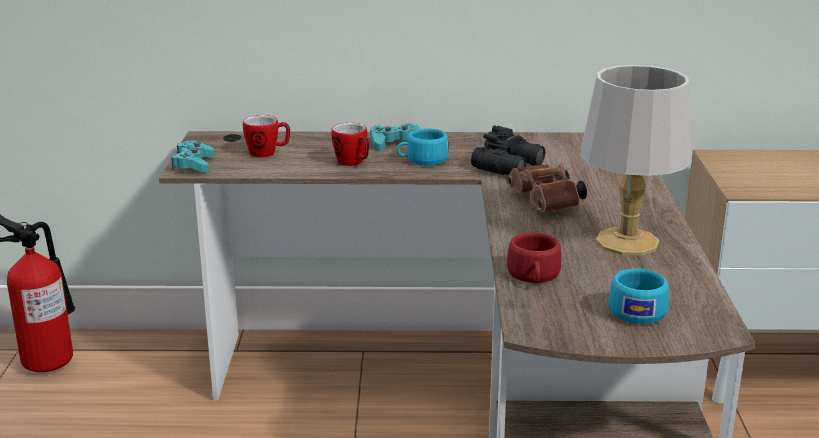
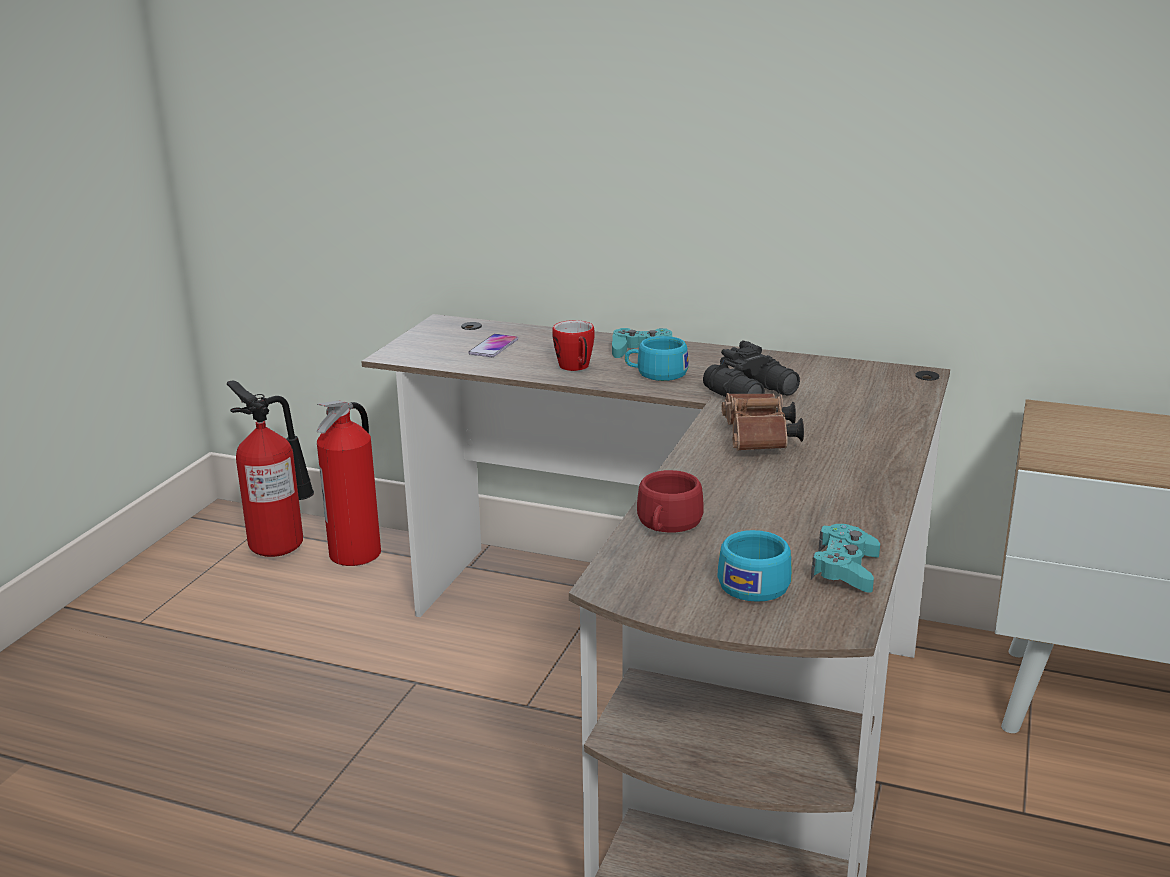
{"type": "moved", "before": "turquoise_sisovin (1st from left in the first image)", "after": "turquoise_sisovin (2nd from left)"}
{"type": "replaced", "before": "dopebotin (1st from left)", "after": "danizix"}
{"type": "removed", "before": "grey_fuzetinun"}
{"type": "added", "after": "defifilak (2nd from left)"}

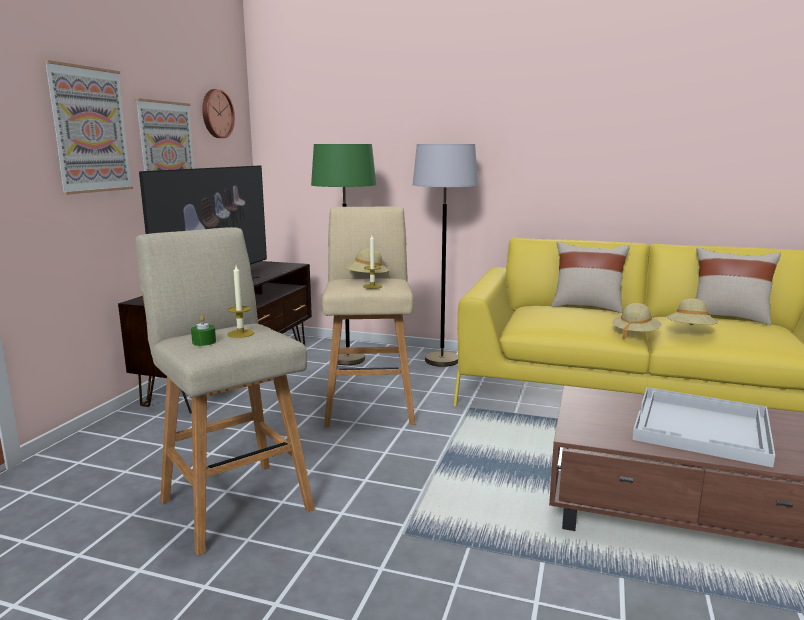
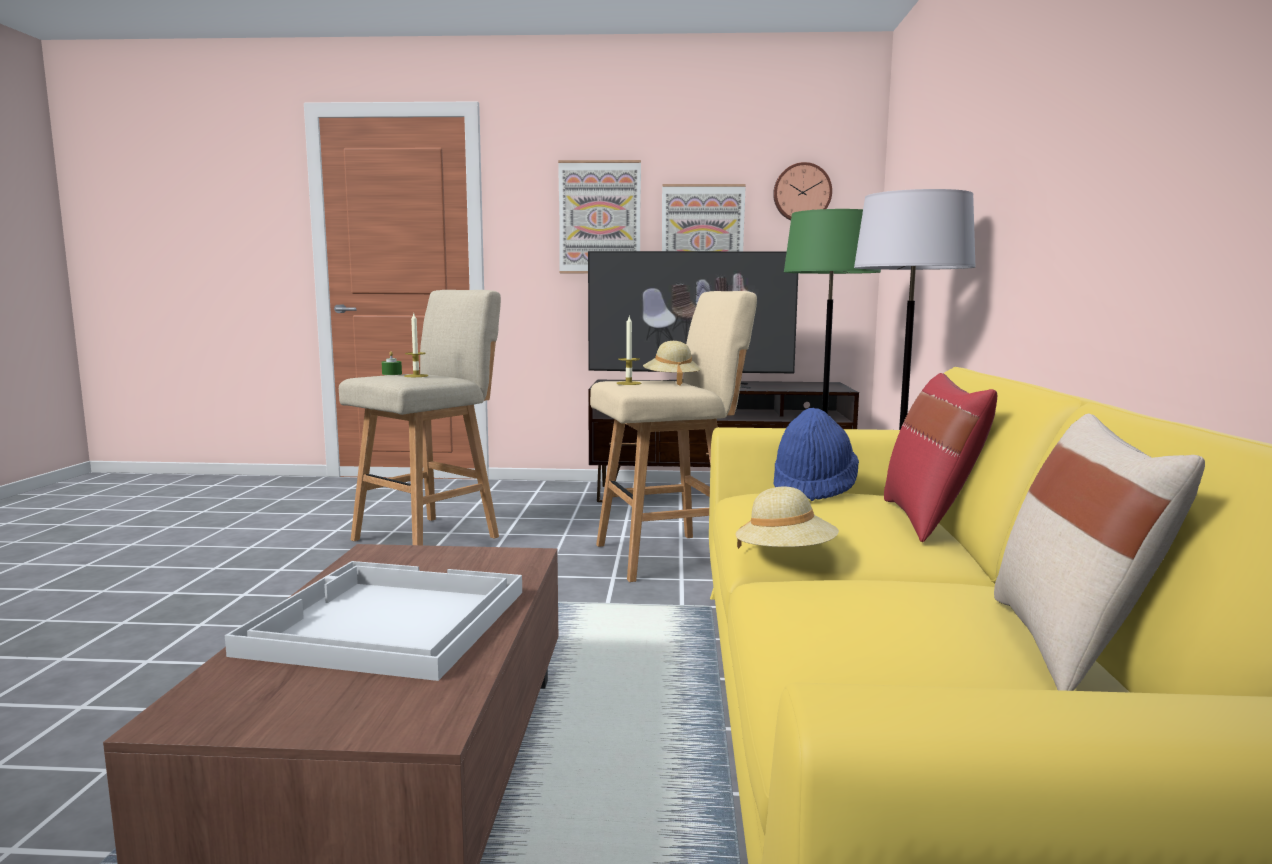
{"type": "recoloured", "before": "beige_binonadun (1st from left)", "after": "red_binonadun"}
{"type": "removed", "before": "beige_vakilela (3rd from left)"}
{"type": "added", "after": "blue_vakilela"}

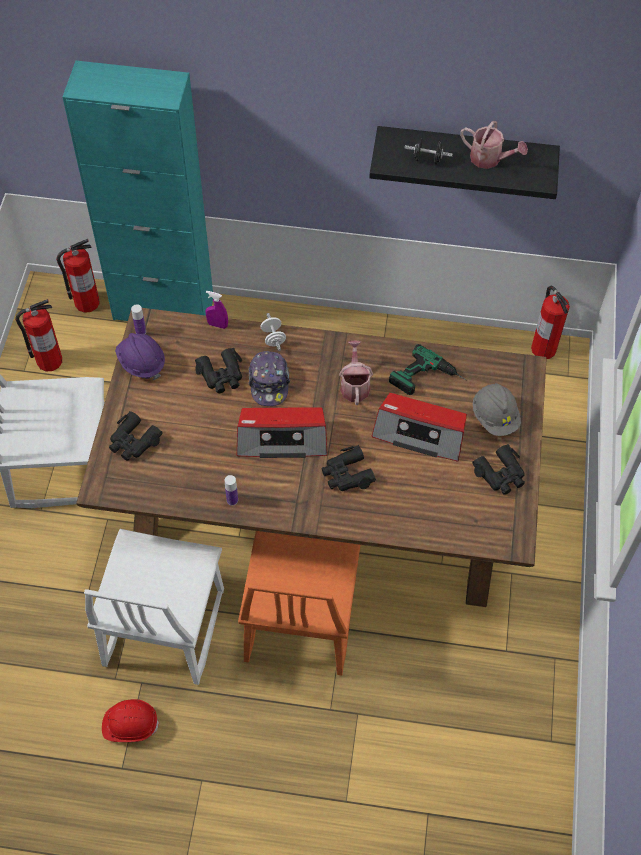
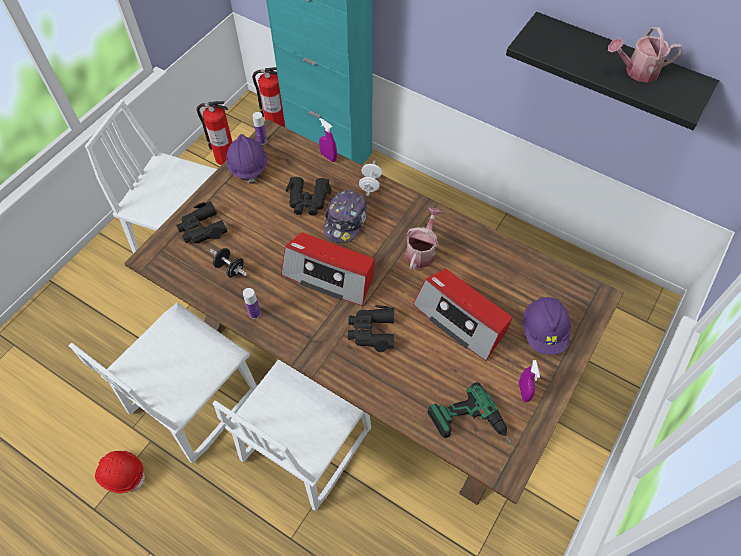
{"type": "recoloured", "before": "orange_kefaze", "after": "white_kefaze (3rd from left)"}
{"type": "moved", "before": "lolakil"}
{"type": "moved", "before": "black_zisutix"}
{"type": "turned", "before": "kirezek (2nd from left)", "turn": 120}
{"type": "replaced", "before": "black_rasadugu (4th from left)", "after": "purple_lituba (2nd from left)"}
{"type": "recoloured", "before": "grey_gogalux", "after": "purple_gogalux (2nd from left)"}
{"type": "removed", "before": "defifilak (3rd from left)"}

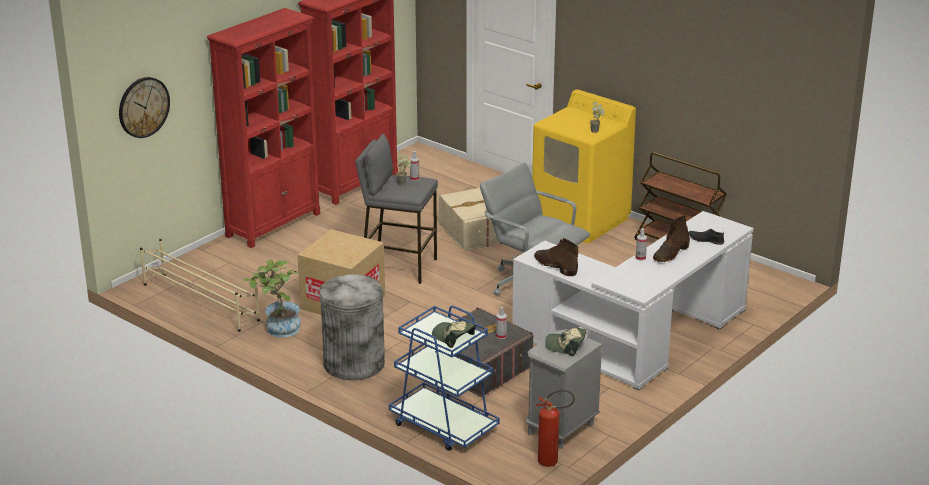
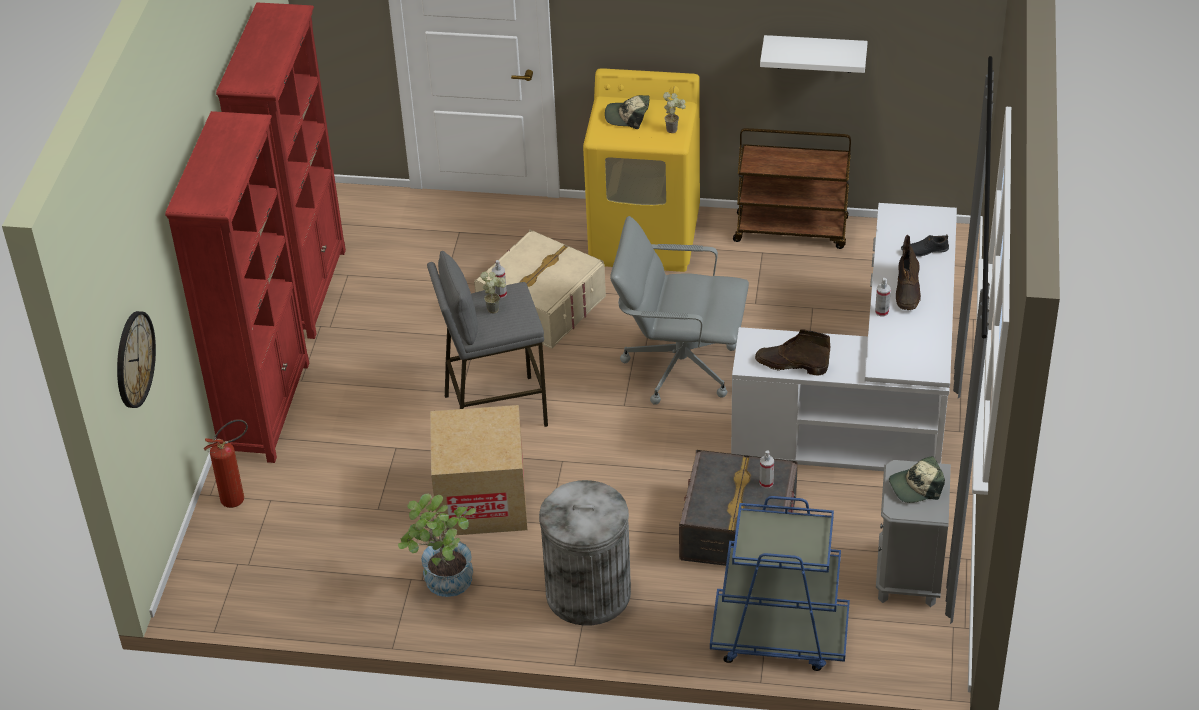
{"type": "removed", "before": "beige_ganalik"}
{"type": "moved", "before": "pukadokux (1st from left)"}
{"type": "moved", "before": "defifilak"}
{"type": "added", "after": "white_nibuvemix"}

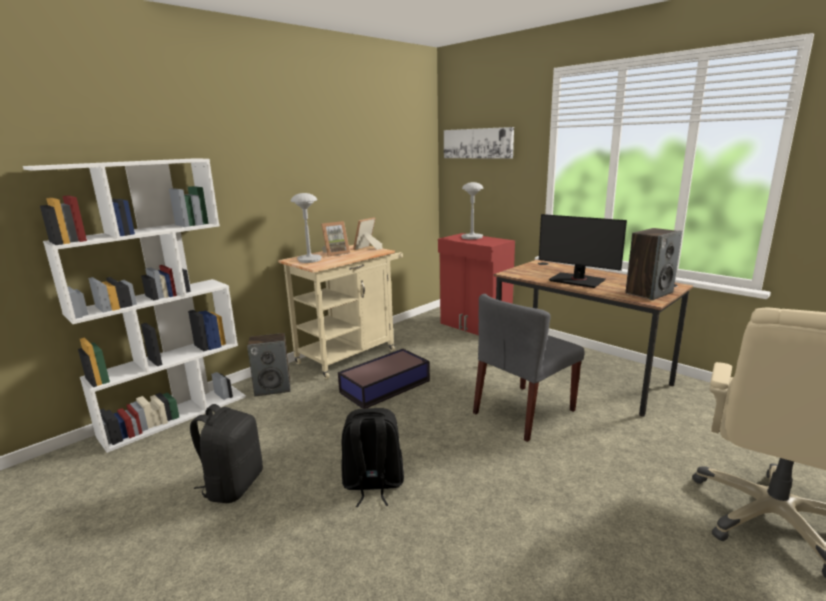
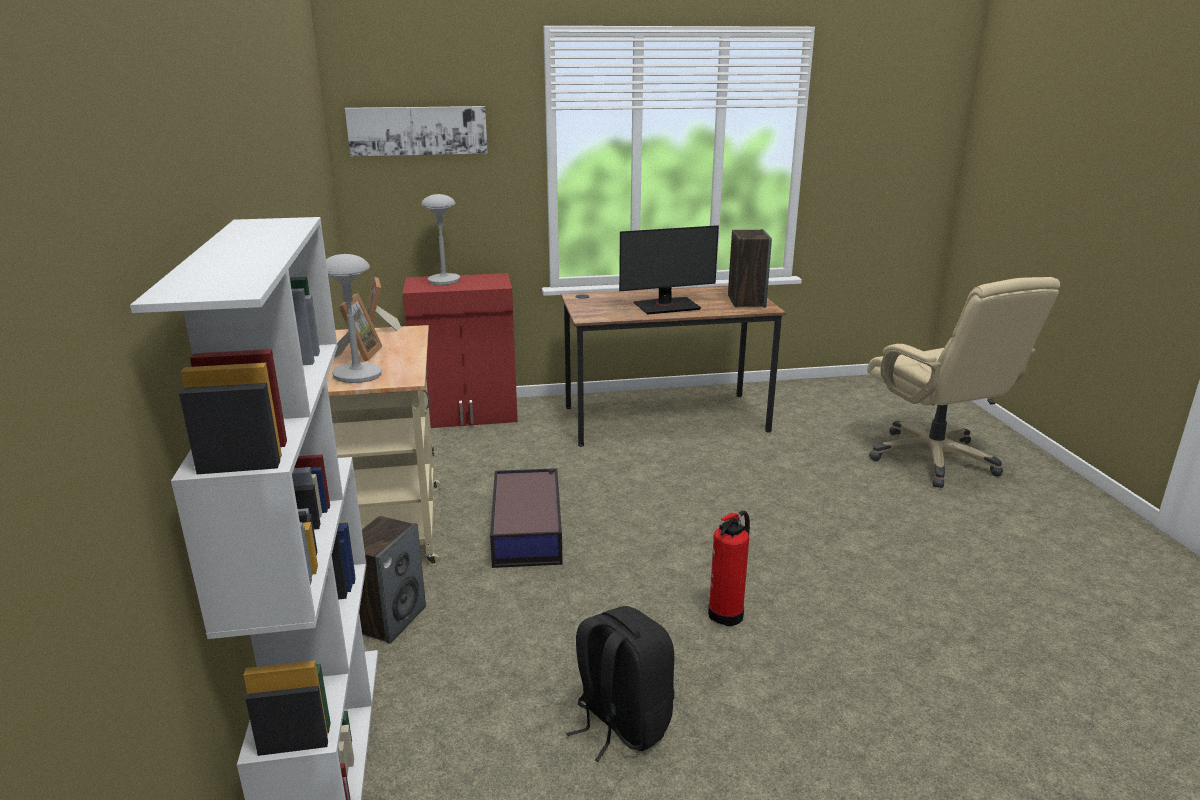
{"type": "replaced", "before": "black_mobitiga (2nd from left)", "after": "defifilak"}
{"type": "removed", "before": "grey_kefaze"}

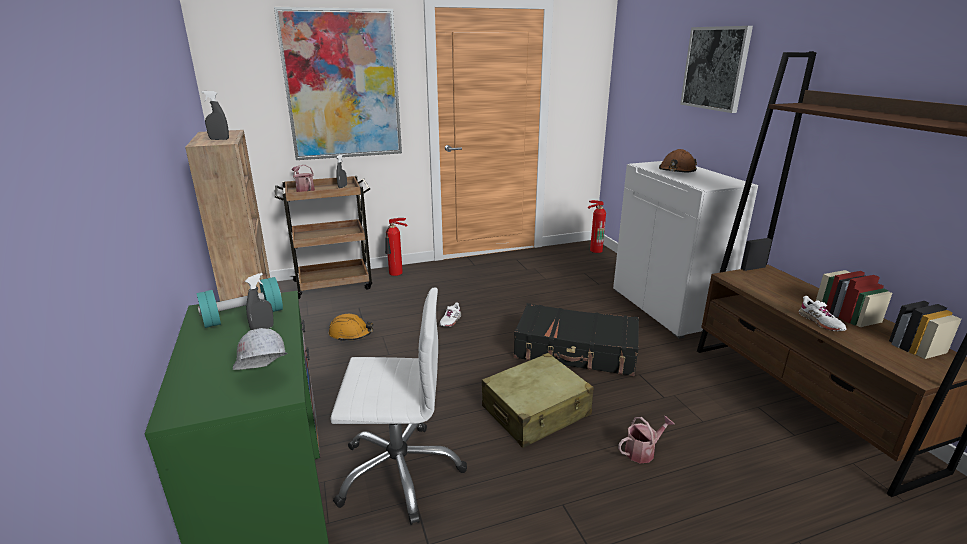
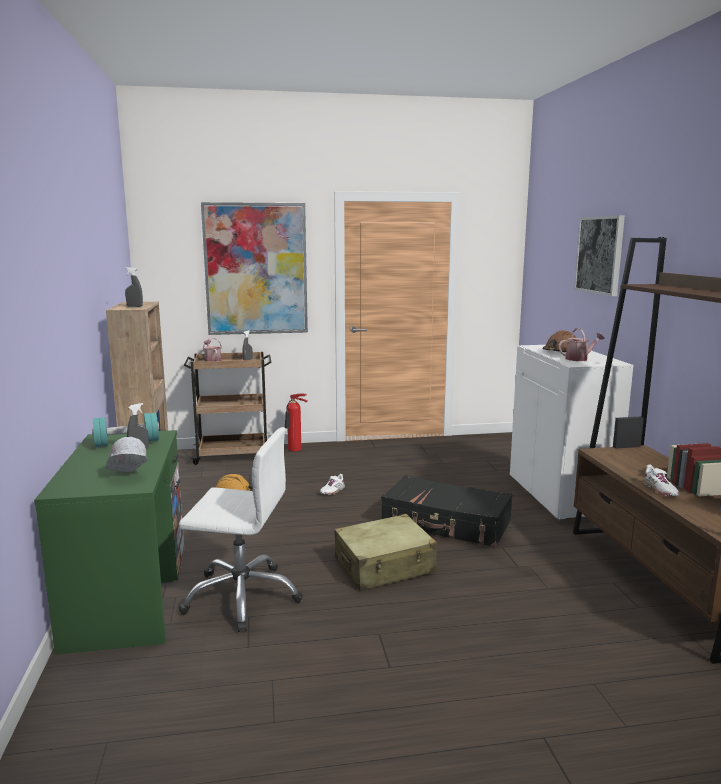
{"type": "removed", "before": "defifilak (2nd from left)"}
{"type": "moved", "before": "kirezek (2nd from left)"}

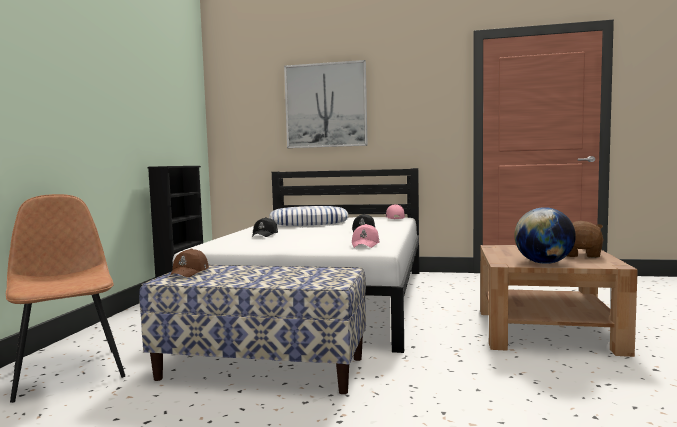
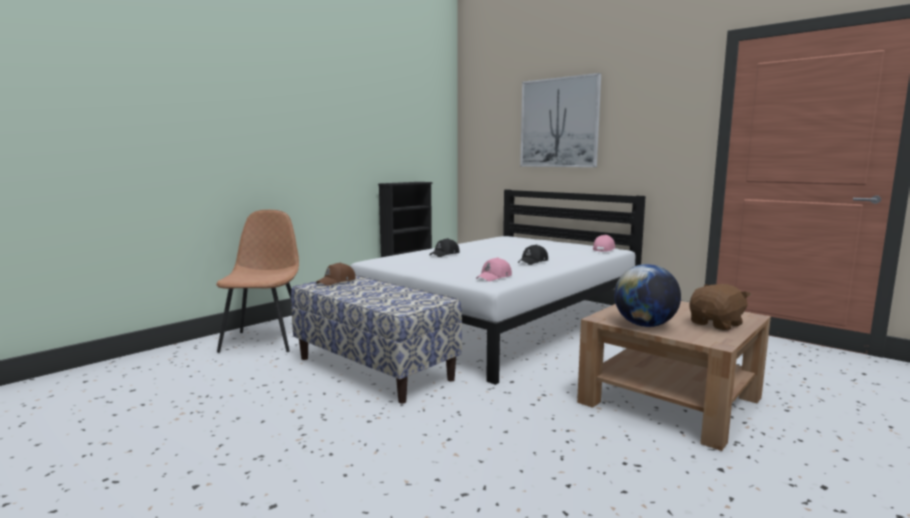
{"type": "removed", "before": "binonadun"}

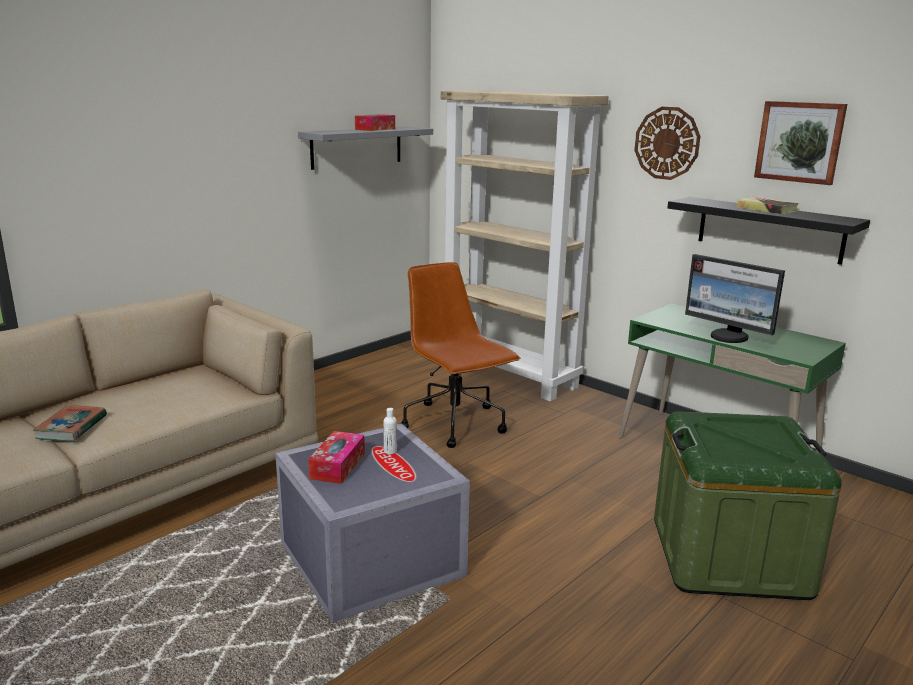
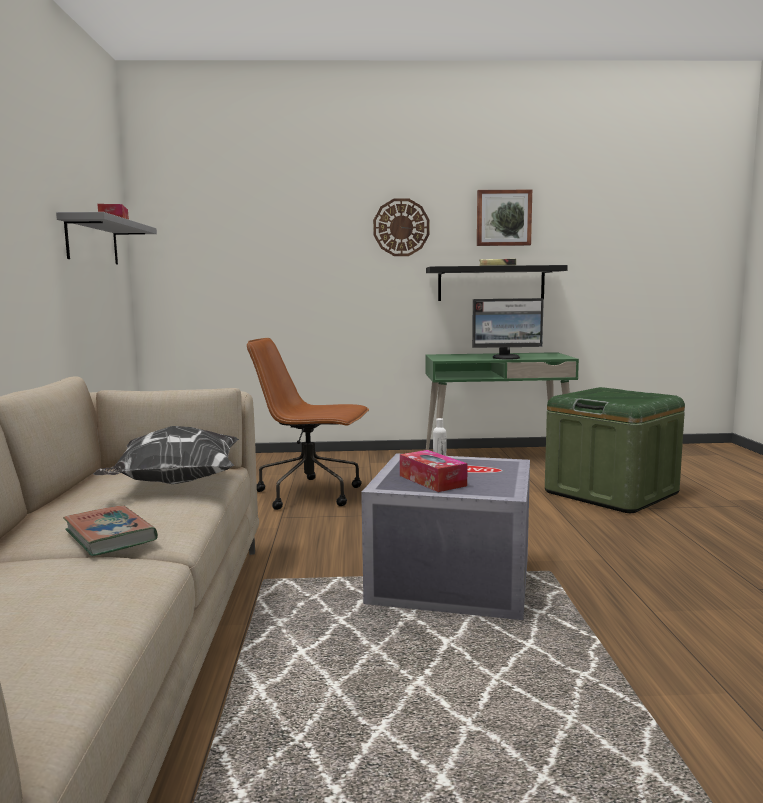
{"type": "removed", "before": "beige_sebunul"}
{"type": "added", "after": "binonadun"}

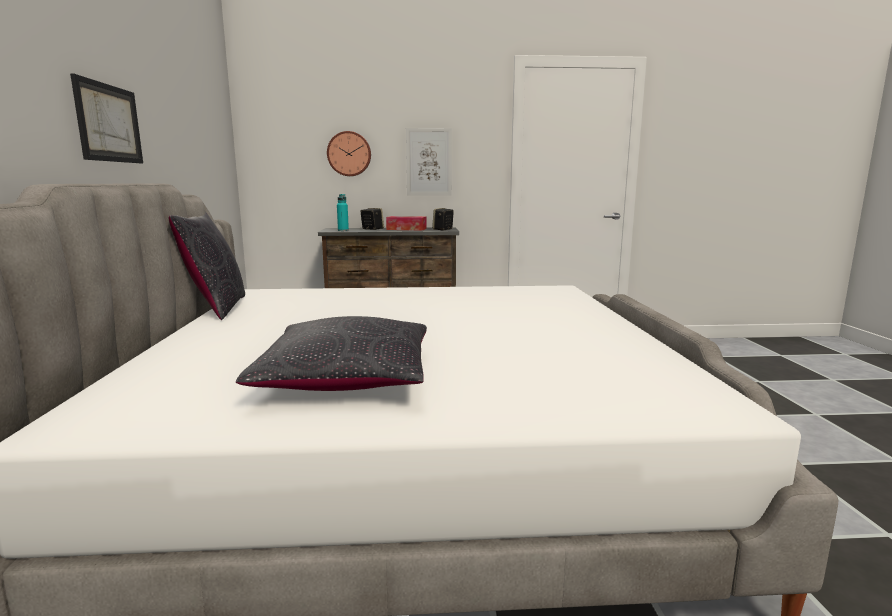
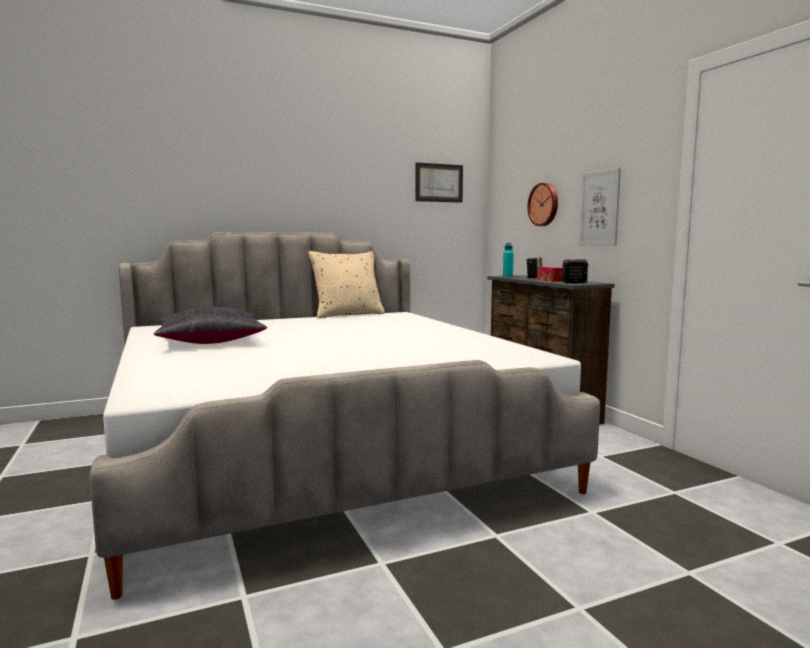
{"type": "moved", "before": "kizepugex (1st from left)"}
{"type": "recoloured", "before": "black_binonadun (1st from left)", "after": "beige_binonadun"}

